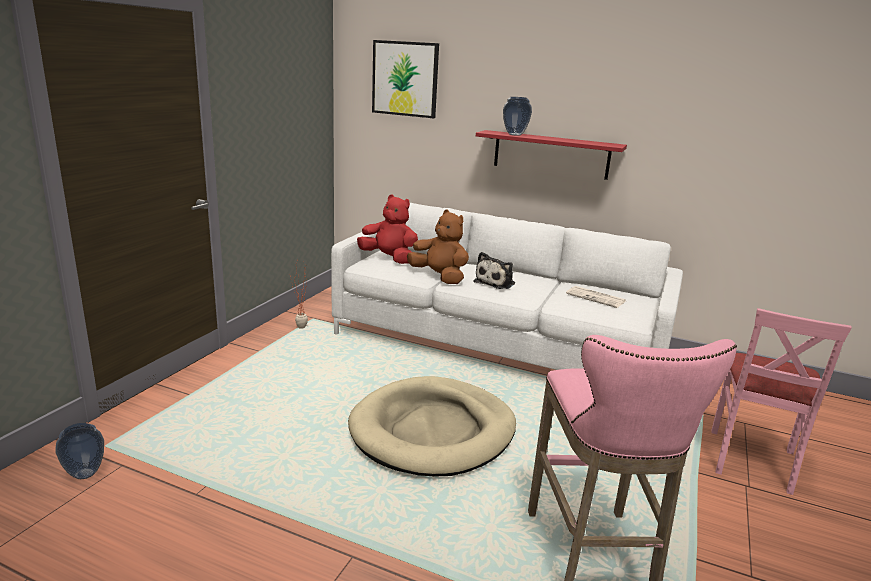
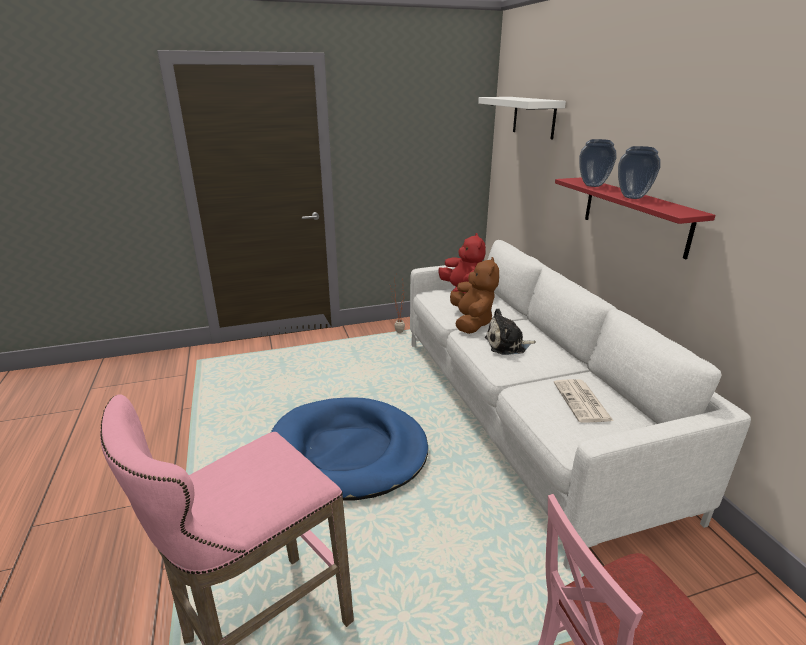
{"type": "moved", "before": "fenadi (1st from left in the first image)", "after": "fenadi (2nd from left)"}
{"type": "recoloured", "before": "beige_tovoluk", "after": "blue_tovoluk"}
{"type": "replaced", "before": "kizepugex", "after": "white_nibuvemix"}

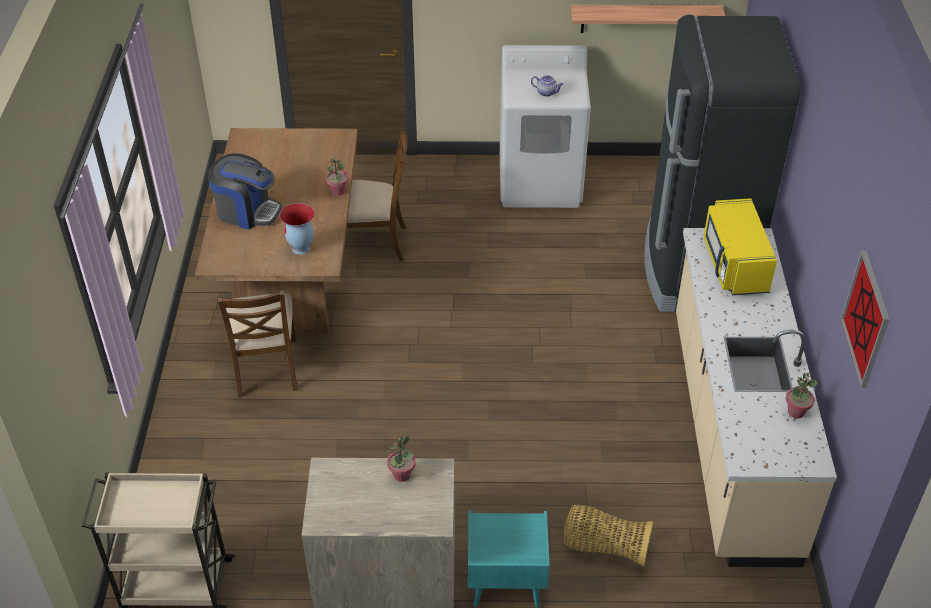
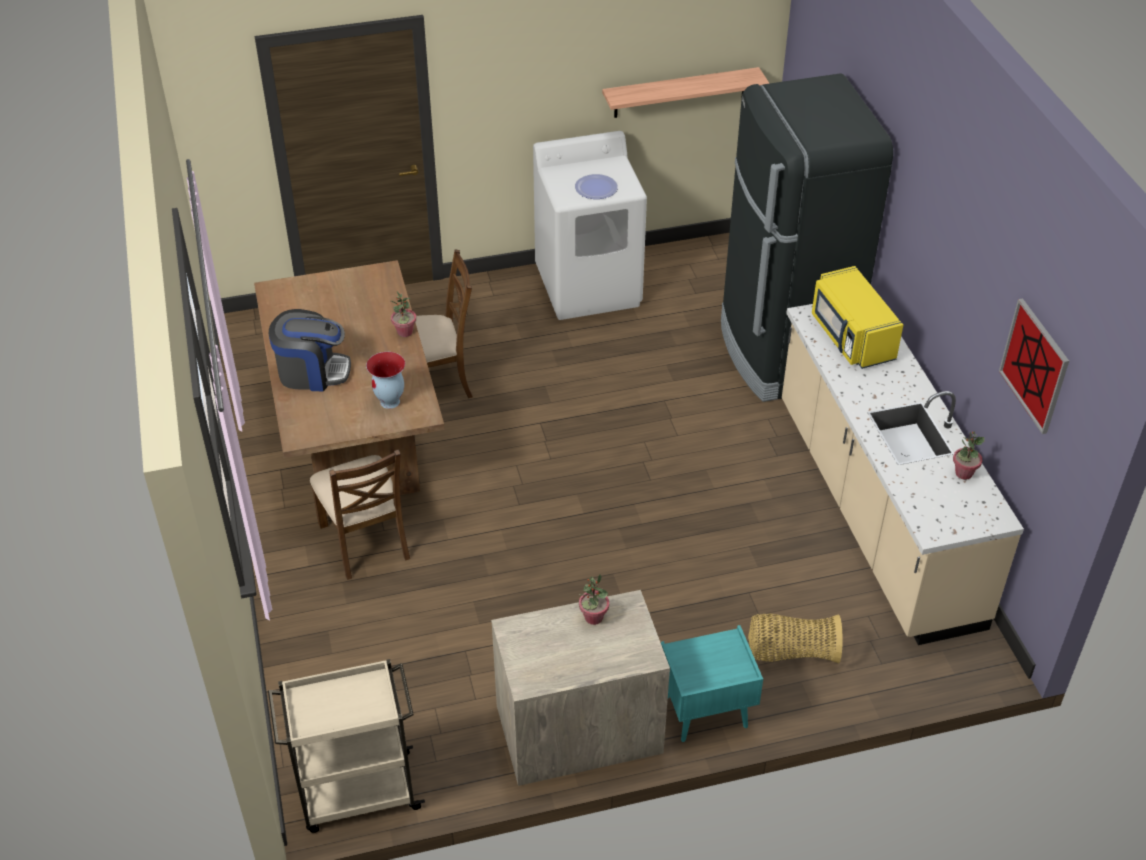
{"type": "replaced", "before": "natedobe", "after": "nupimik"}

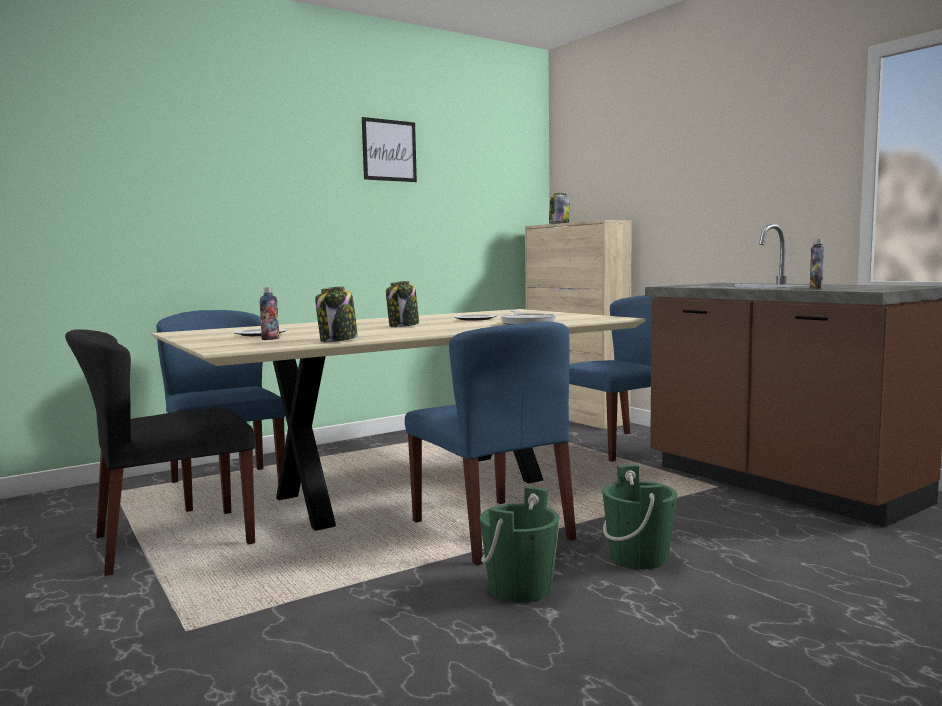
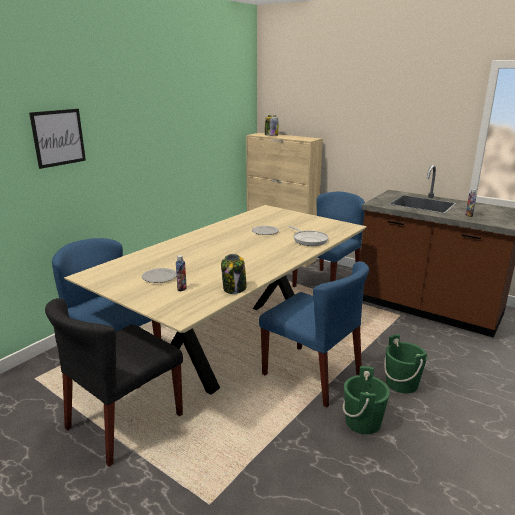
{"type": "moved", "before": "kizepugex"}
{"type": "removed", "before": "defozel (2nd from left)"}

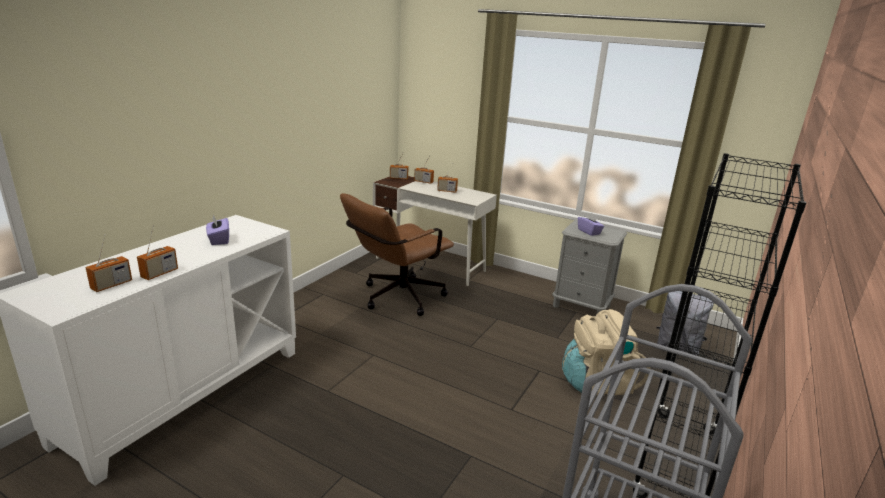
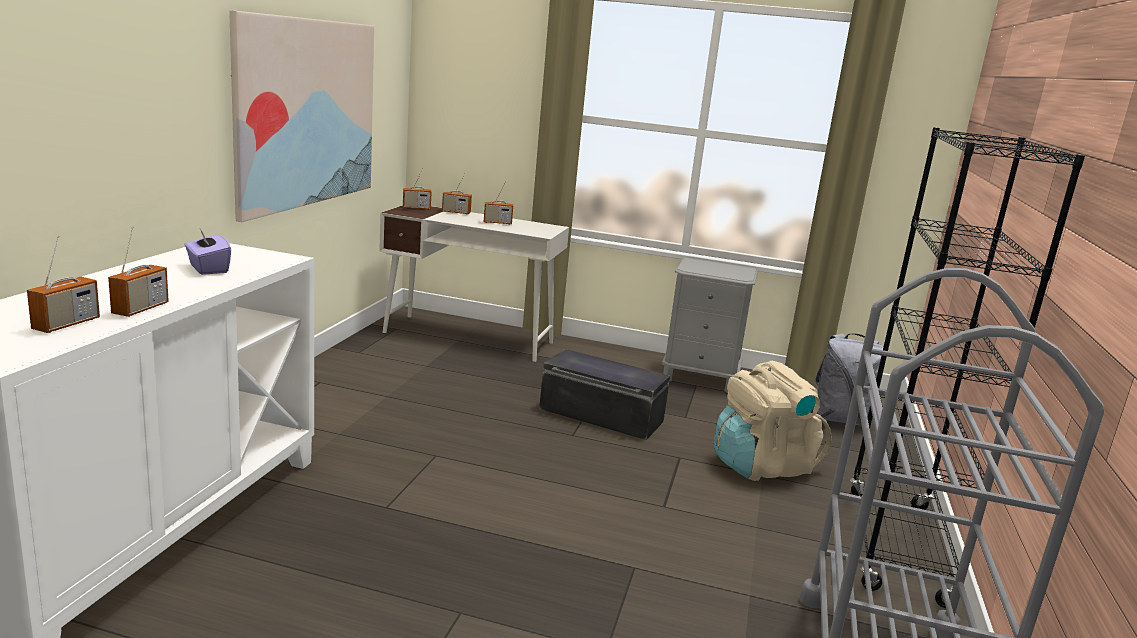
{"type": "removed", "before": "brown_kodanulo"}
{"type": "removed", "before": "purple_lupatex (2nd from left)"}
{"type": "added", "after": "kizepugex"}
{"type": "added", "after": "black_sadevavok"}

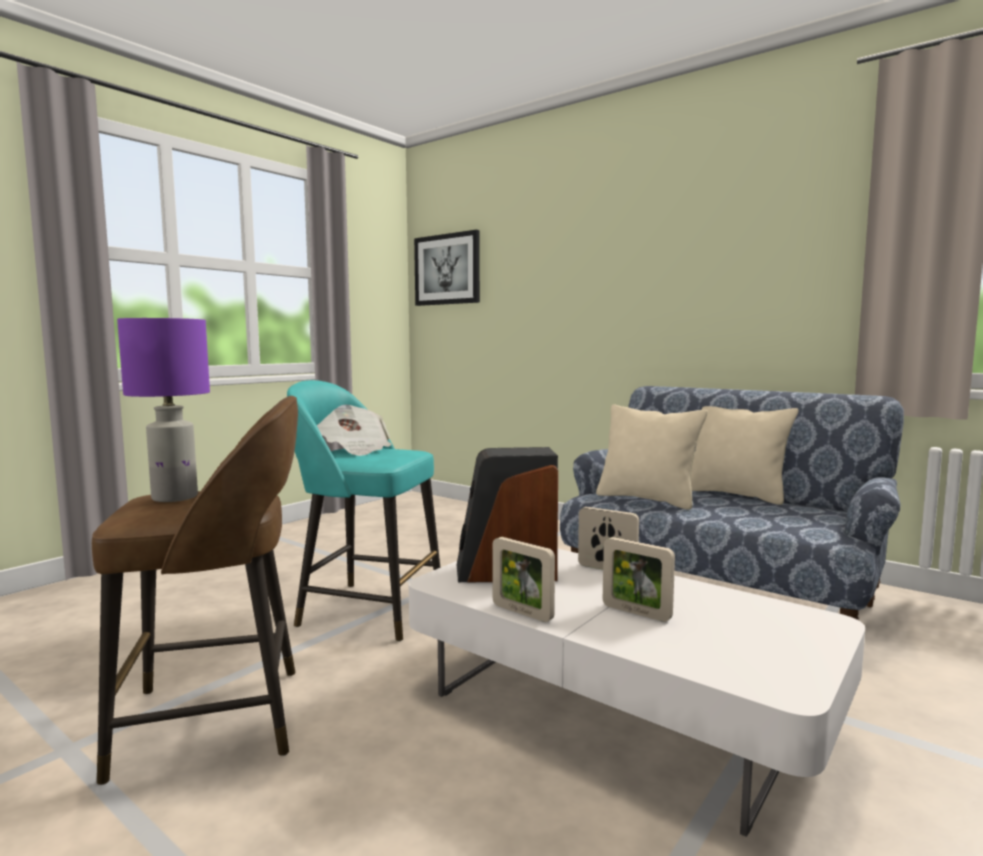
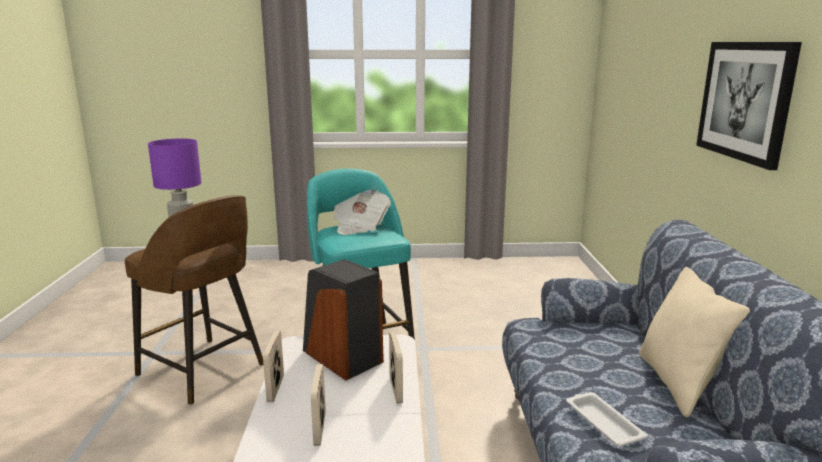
{"type": "moved", "before": "kizepugex"}
{"type": "removed", "before": "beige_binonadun (1st from left)"}
{"type": "added", "after": "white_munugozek"}

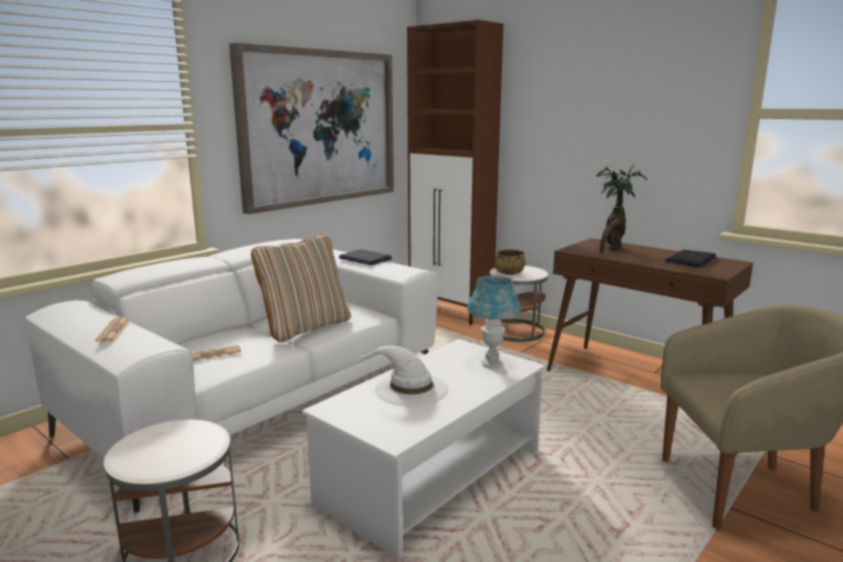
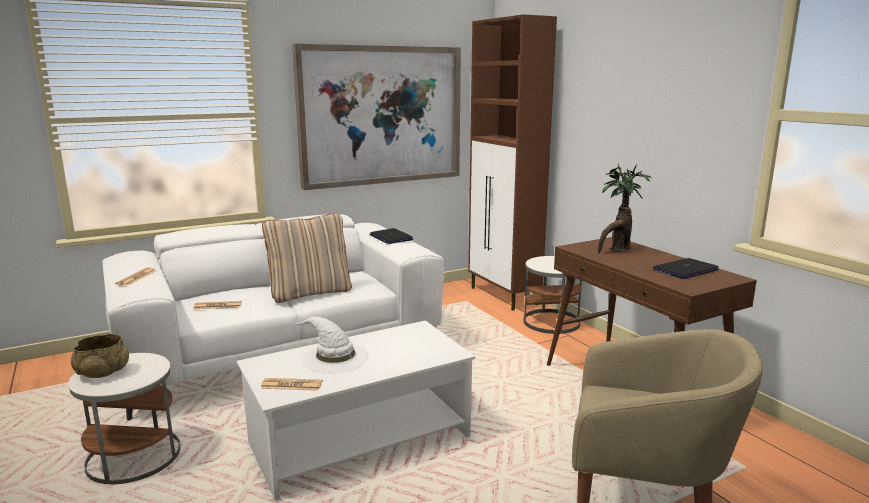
{"type": "removed", "before": "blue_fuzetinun"}
{"type": "moved", "before": "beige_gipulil"}
{"type": "added", "after": "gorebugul (3rd from left)"}

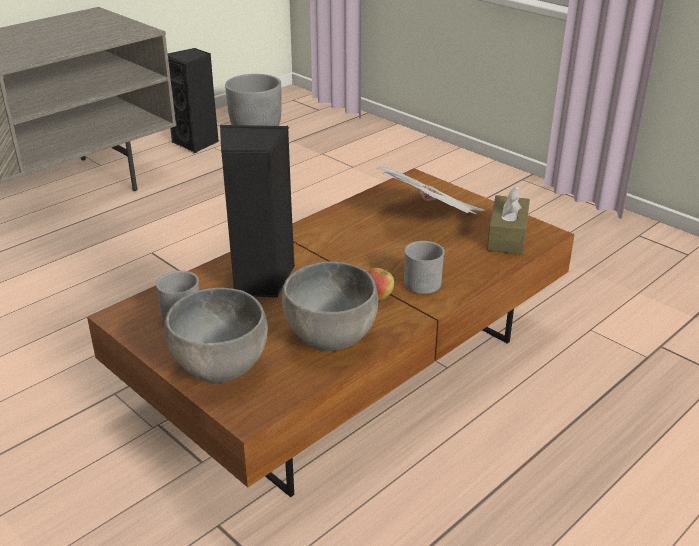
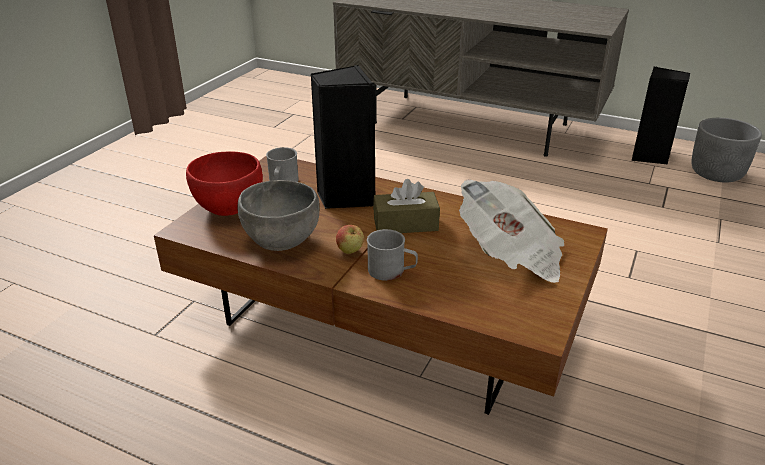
{"type": "recoloured", "before": "grey_gipulil (1st from left)", "after": "red_gipulil"}
{"type": "moved", "before": "brown_lupatex"}

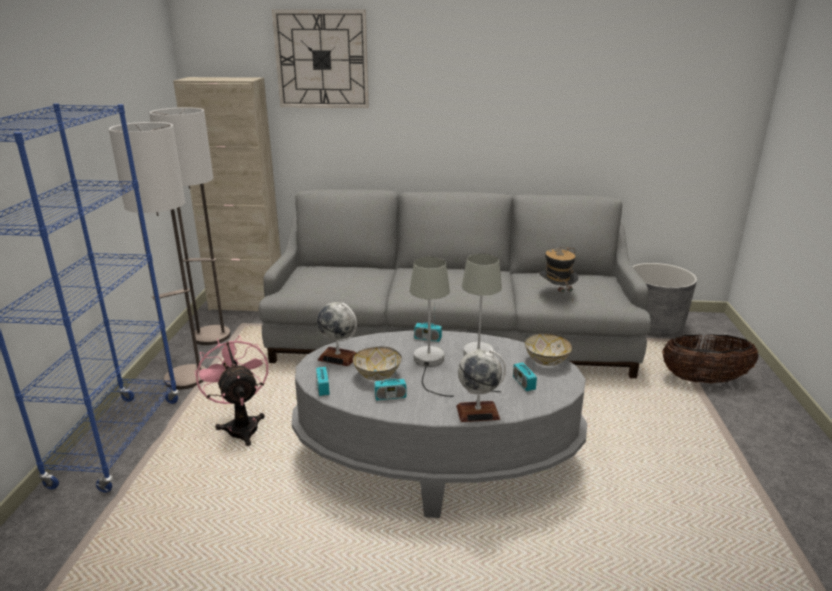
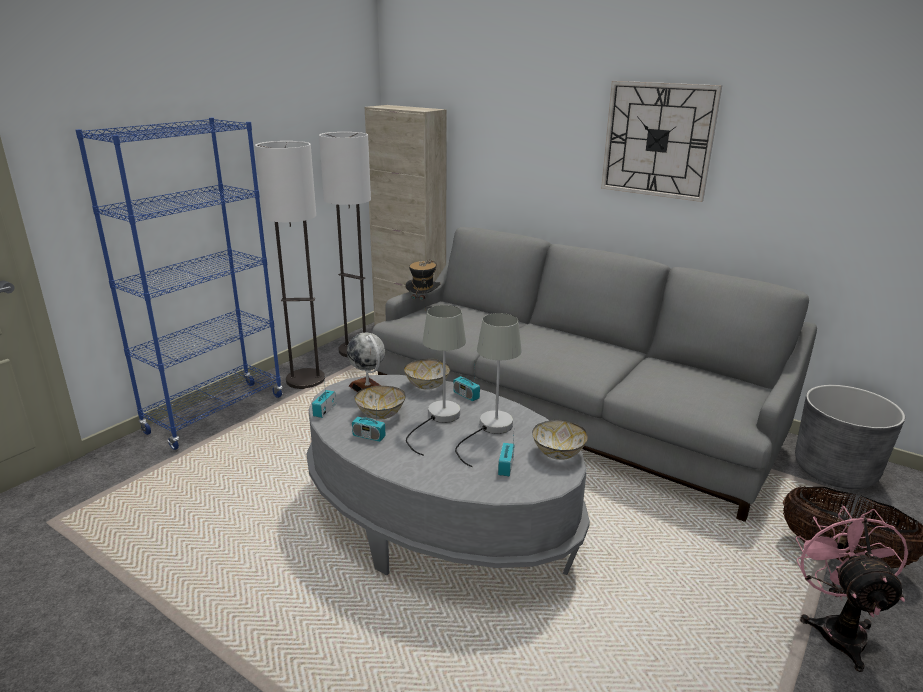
{"type": "moved", "before": "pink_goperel"}
{"type": "moved", "before": "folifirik"}
{"type": "removed", "before": "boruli (2nd from left)"}
{"type": "moved", "before": "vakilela"}
{"type": "added", "after": "gipulil (2nd from left)"}

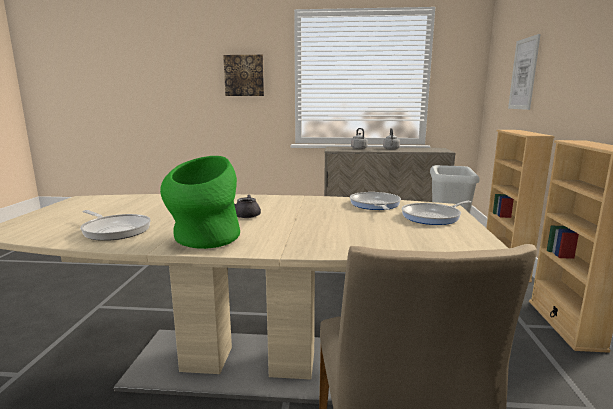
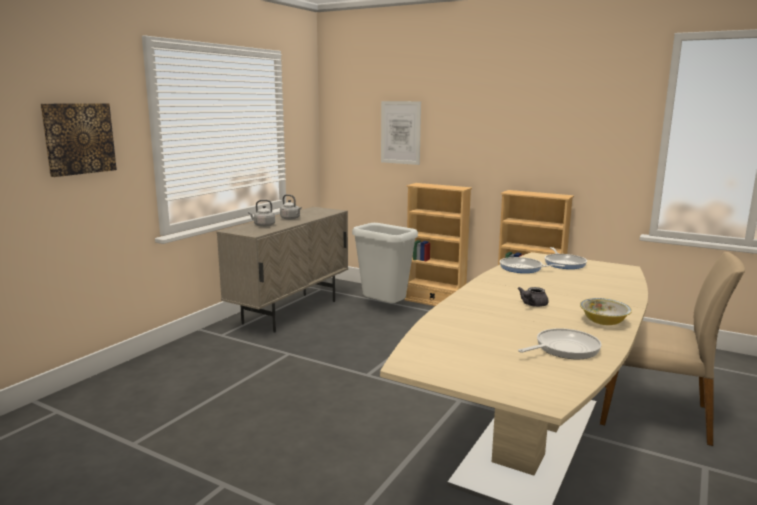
{"type": "replaced", "before": "green_fenadi", "after": "gipulil"}

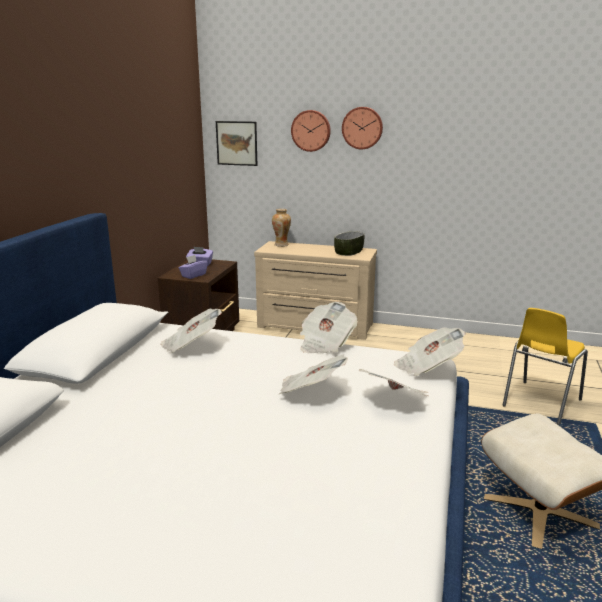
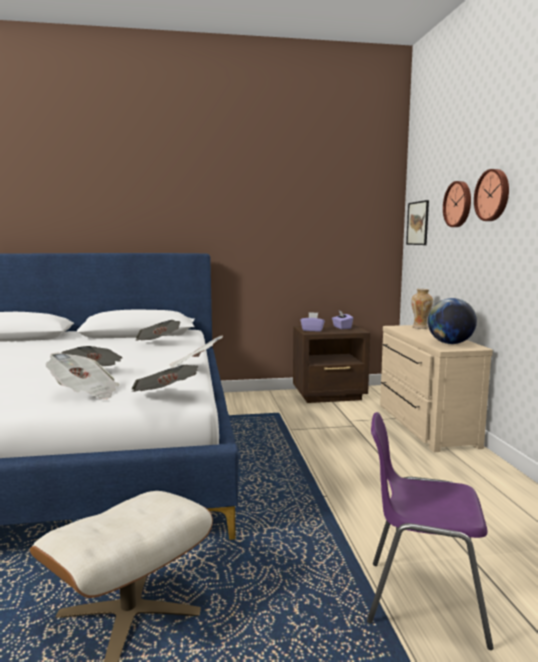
{"type": "replaced", "before": "gipulil", "after": "boruli"}
{"type": "recoloured", "before": "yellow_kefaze", "after": "purple_kefaze"}

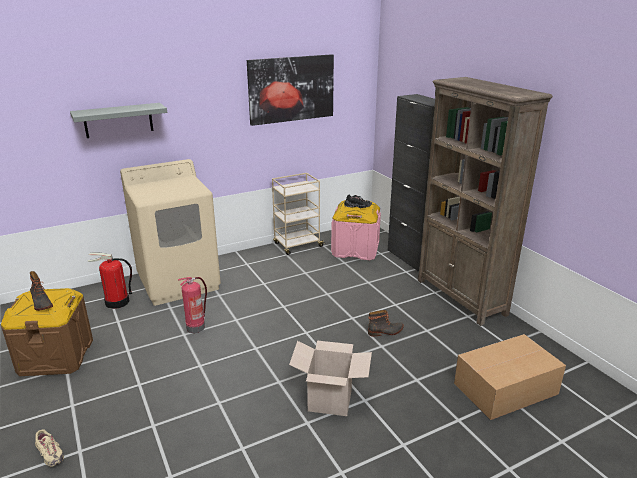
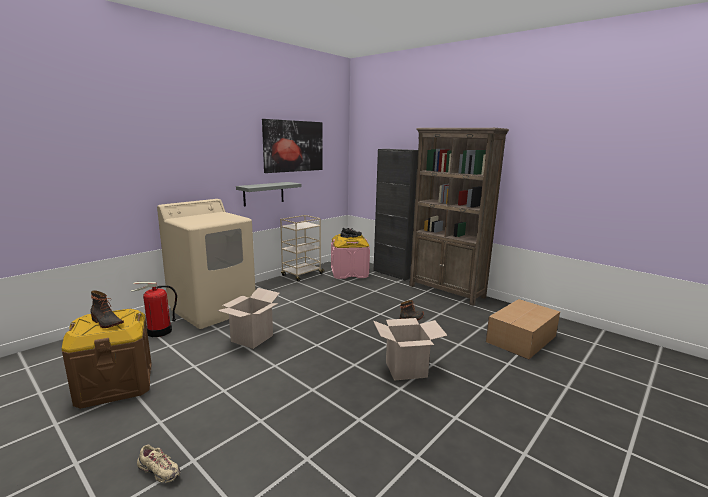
{"type": "moved", "before": "grey_nibuvemix"}
{"type": "replaced", "before": "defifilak (2nd from left)", "after": "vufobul (1st from left)"}

